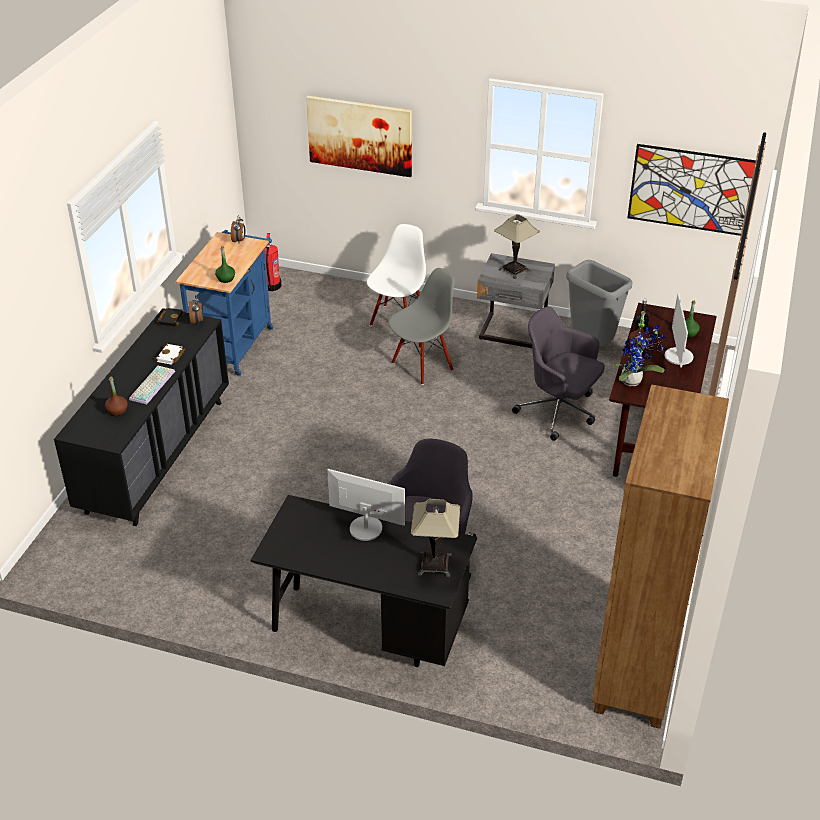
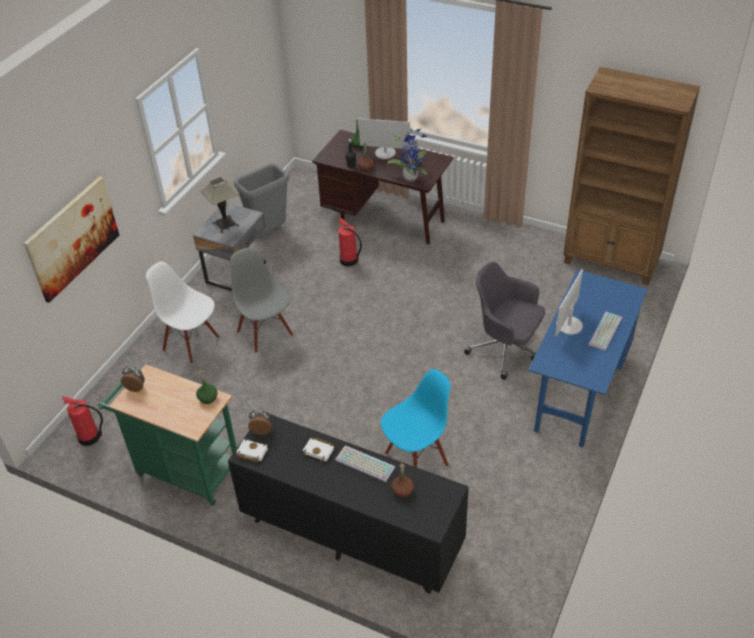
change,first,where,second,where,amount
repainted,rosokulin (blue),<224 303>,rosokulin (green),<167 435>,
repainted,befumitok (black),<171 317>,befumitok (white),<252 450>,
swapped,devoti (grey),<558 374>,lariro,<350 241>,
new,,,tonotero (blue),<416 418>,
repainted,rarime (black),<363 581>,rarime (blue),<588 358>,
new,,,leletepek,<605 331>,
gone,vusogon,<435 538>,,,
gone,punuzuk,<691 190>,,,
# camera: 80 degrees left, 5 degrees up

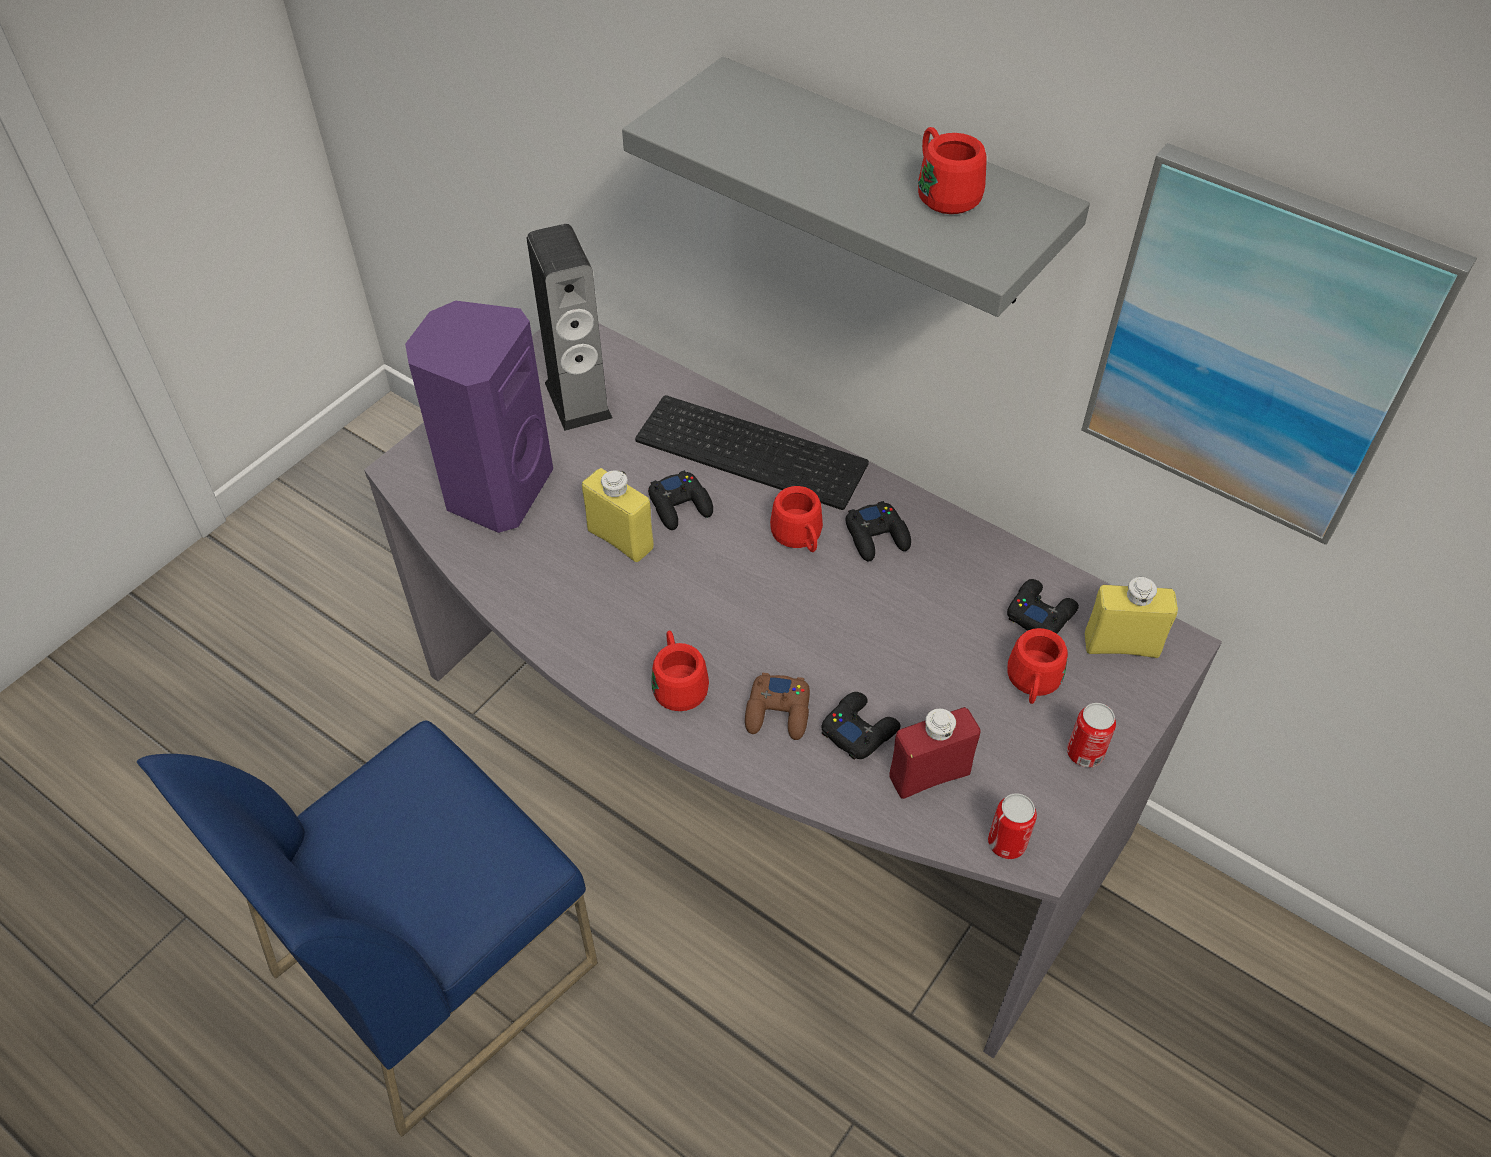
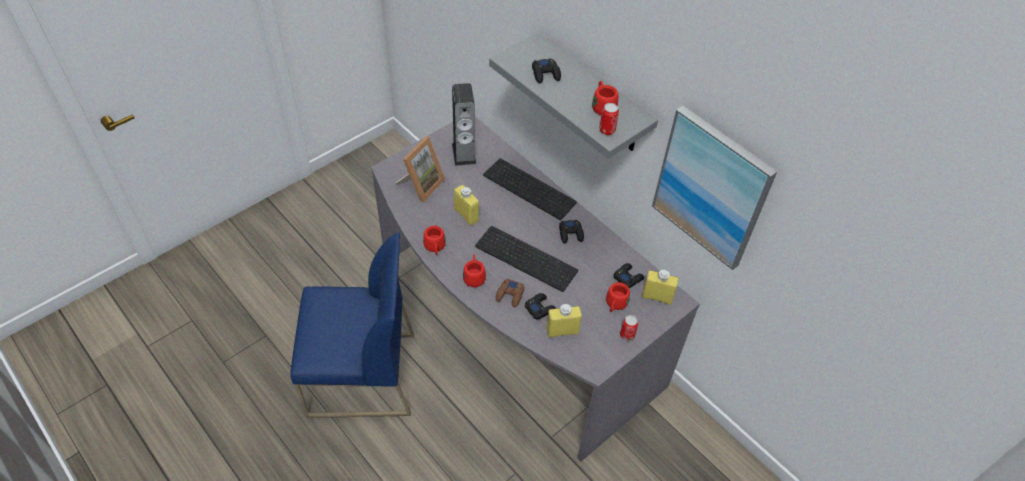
change,first,where,second,where,amount
rotated,tonotero (blue),<367 929>,,<352 325>,150 degrees counterclockwise
swapped,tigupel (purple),<479 417>,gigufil,<420 169>,
shifted,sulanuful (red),<796 519>,,<434 240>,
new,,,leletepek,<526 259>,
shifted,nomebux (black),<680 500>,,<546 70>,
repainted,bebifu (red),<935 753>,bebifu (yellow),<564 321>,
shifted,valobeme,<1012 826>,,<609 119>,
# camera: 10 degrees right, 0 degrees up

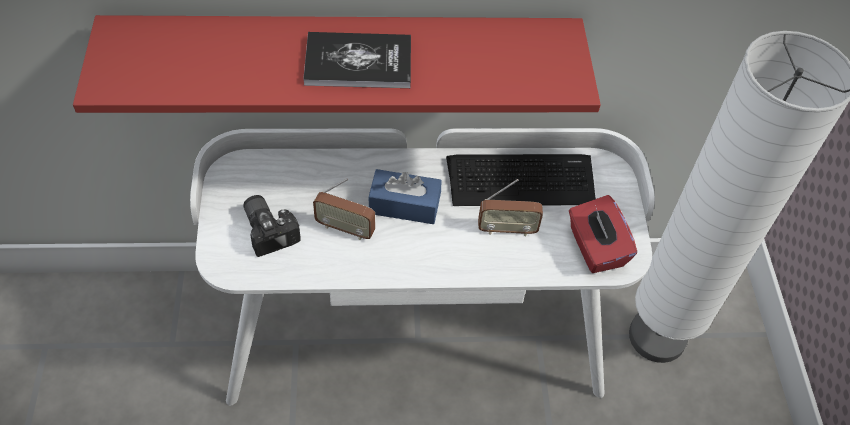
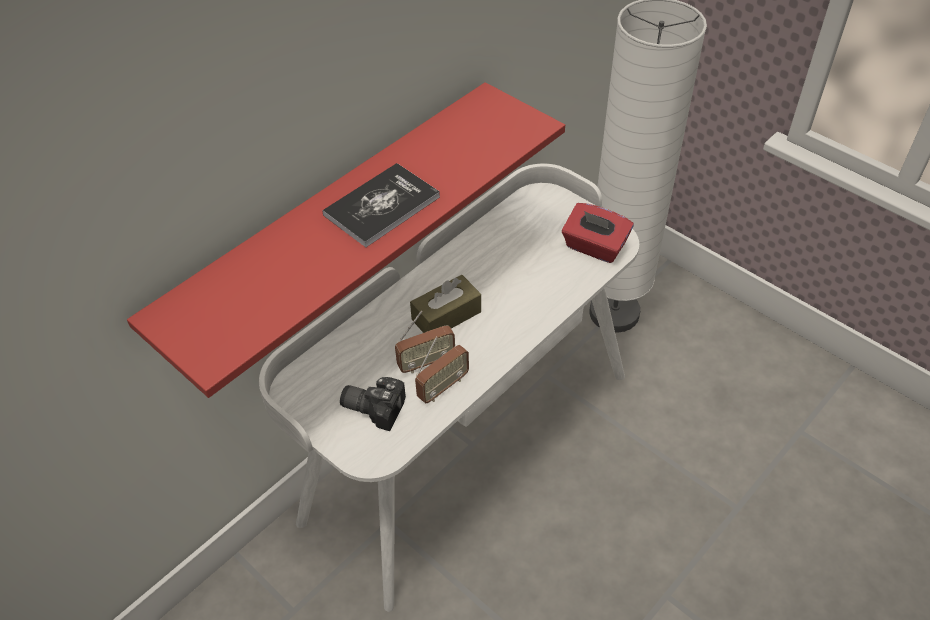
change,first,where,second,where,amount
repainted,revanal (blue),<405 196>,revanal (brown),<445 304>,
shifted,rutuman,<510 207>,,<442 370>,
gone,leletepek,<521 180>,,,
# camera: 40 degrees left, 5 degrees down

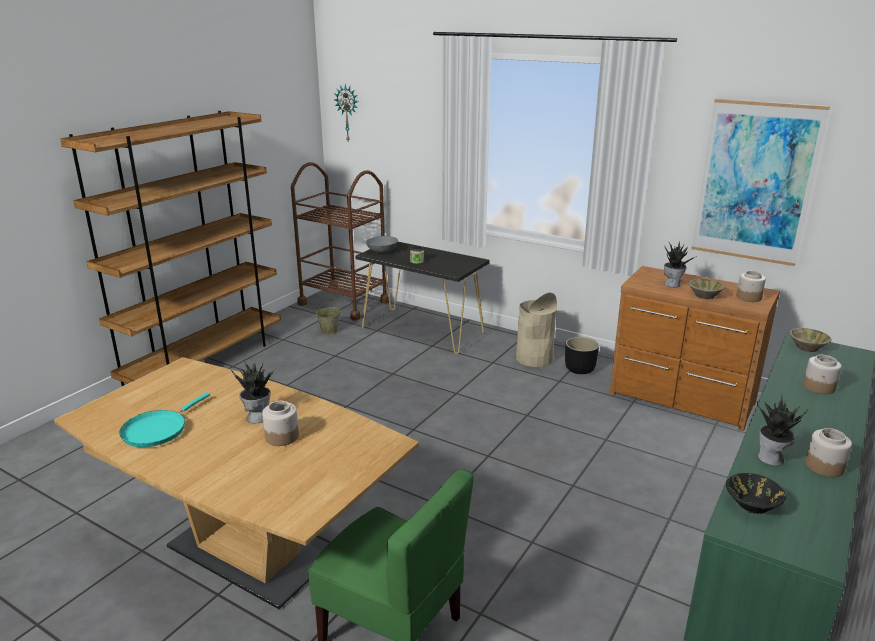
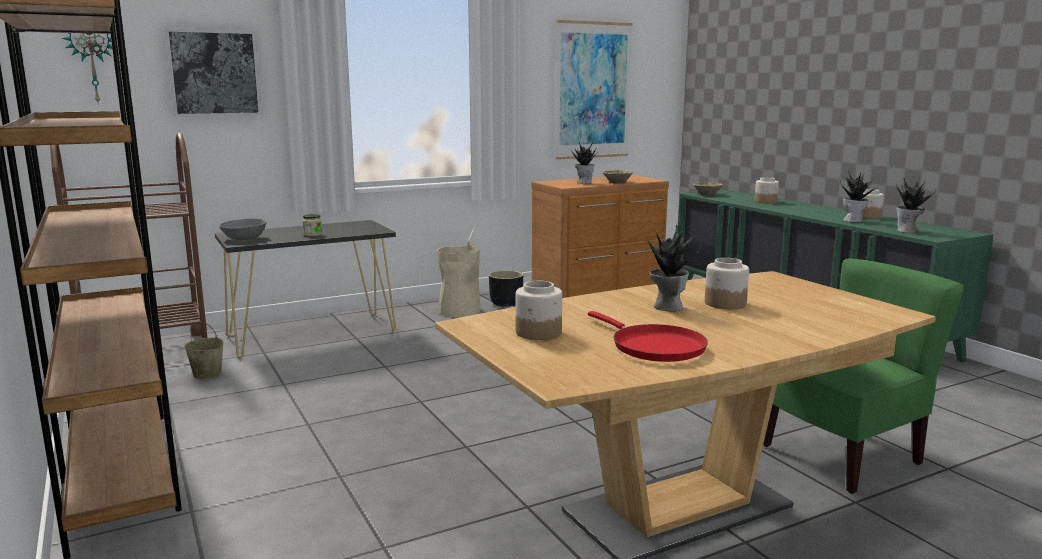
change,first,where,second,where,amount
new,,,punuzuk,<213 72>,
shifted,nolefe,<751 286>,,<539 310>,
repainted,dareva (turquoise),<164 419>,dareva (red),<648 336>,
swapped,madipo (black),<756 493>,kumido,<916 205>,
# camera: 60 degrees left, 10 degrees down

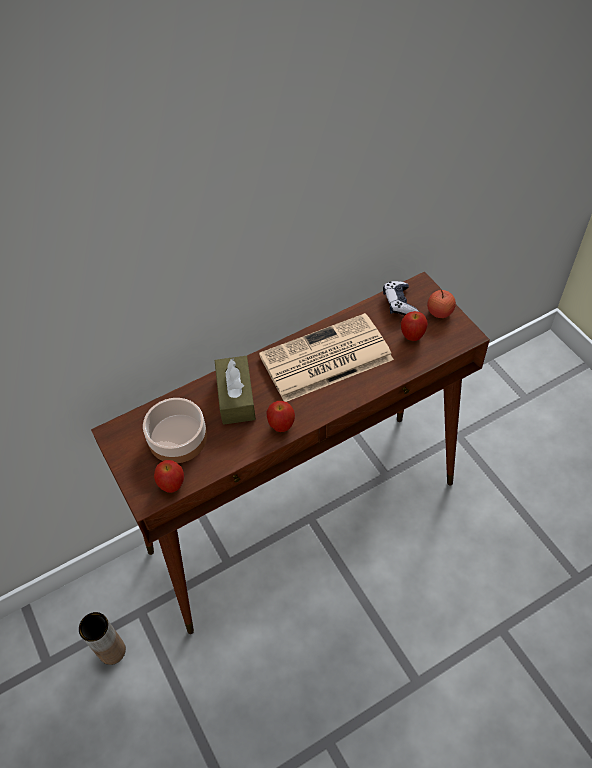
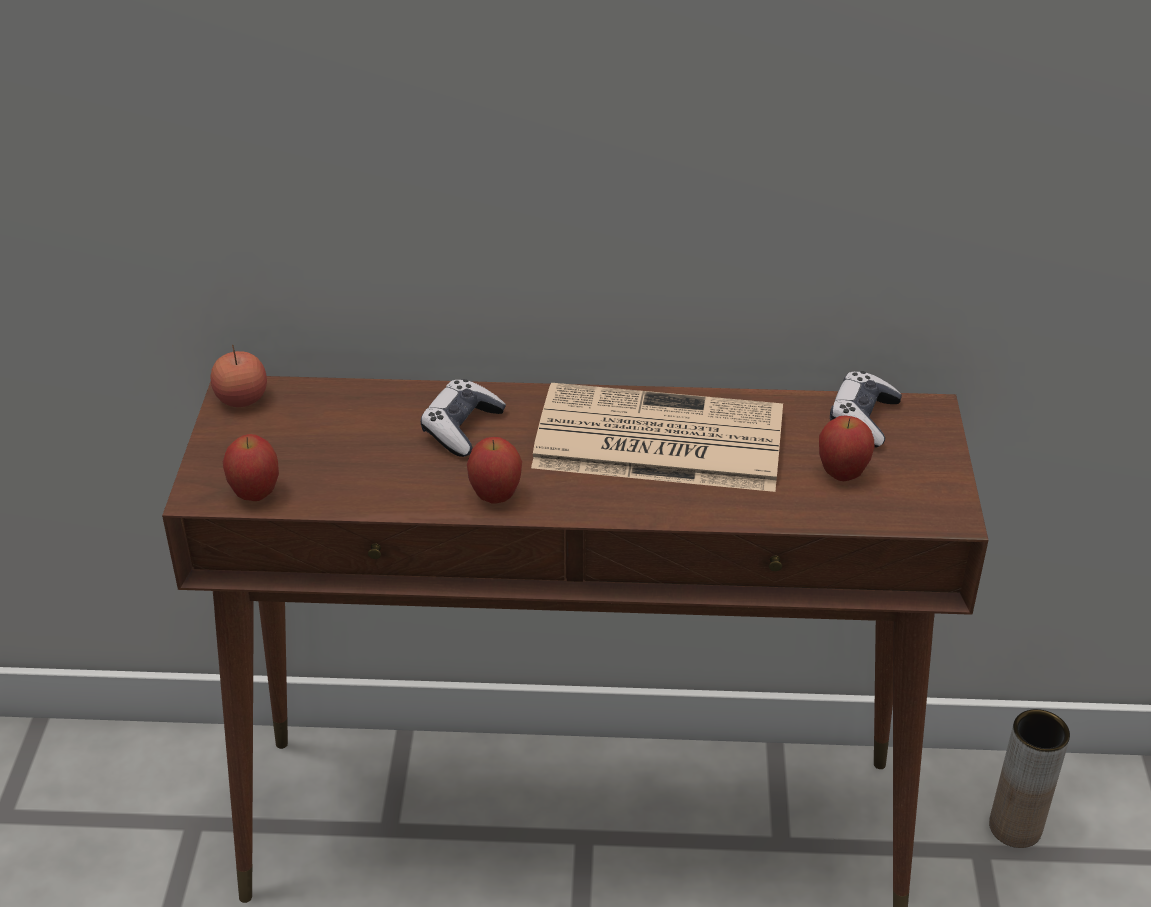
change,first,where,second,where,amount
shifted,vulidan,<441 304>,,<238 376>,
swapped,revanal (brown),<235 390>,nomebux,<463 418>,
shifted,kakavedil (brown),<102 638>,,<1029 778>,
gone,madipo,<175 430>,,,
# camera: 30 degrees right, 15 degrees down

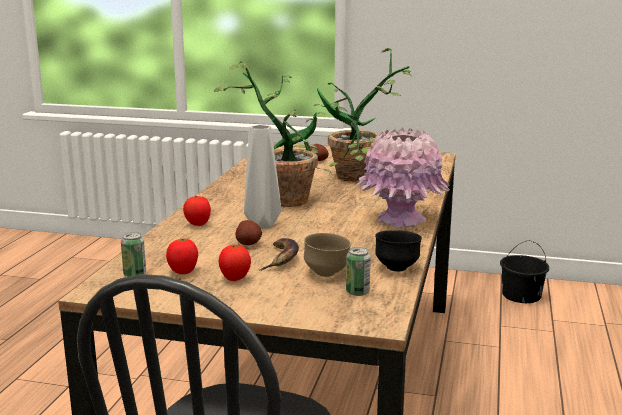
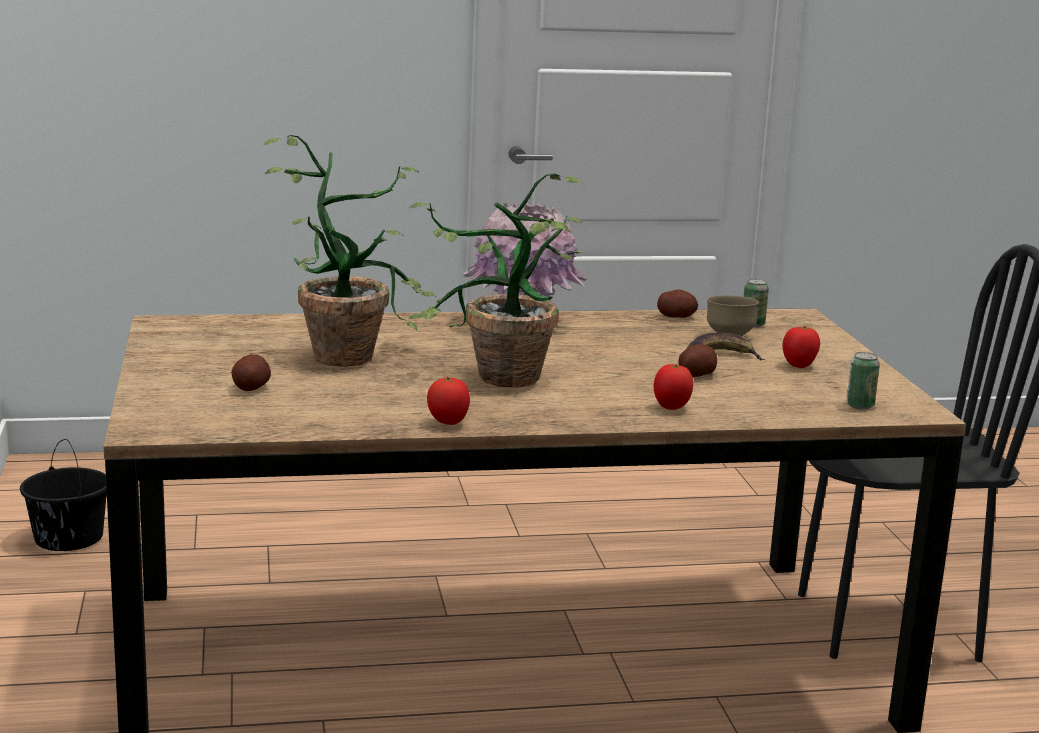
change,first,where,second,where,amount
shifted,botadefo,<182 256>,,<448 400>,
swapped,madipo (black),<398 250>,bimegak,<677 303>,
gone,kakavedil (grey),<262 177>,,,
# camera: 115 degrees left, 0 degrees up

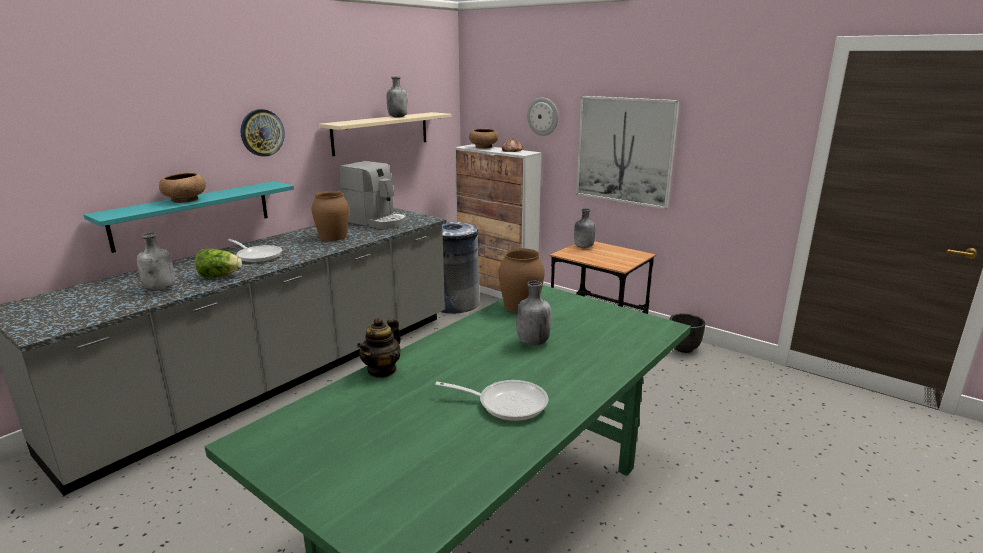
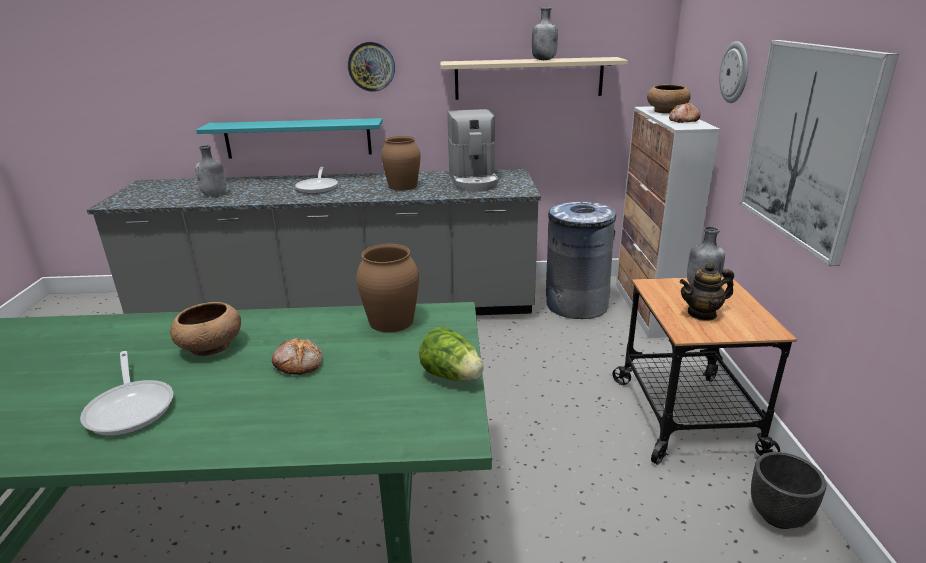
change,first,where,second,where,amount
shifted,madipo (brown),<182 188>,,<205 329>,
swapped,bebifu (grey),<533 313>,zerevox,<297 356>,
shifted,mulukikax,<218 263>,,<451 354>,
shifted,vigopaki,<379 347>,,<706 292>,
# camera: 50 degrees right, 5 degrees up

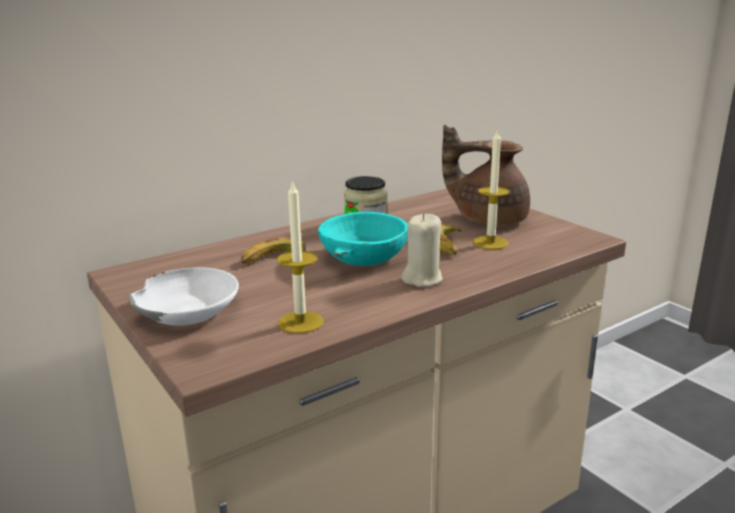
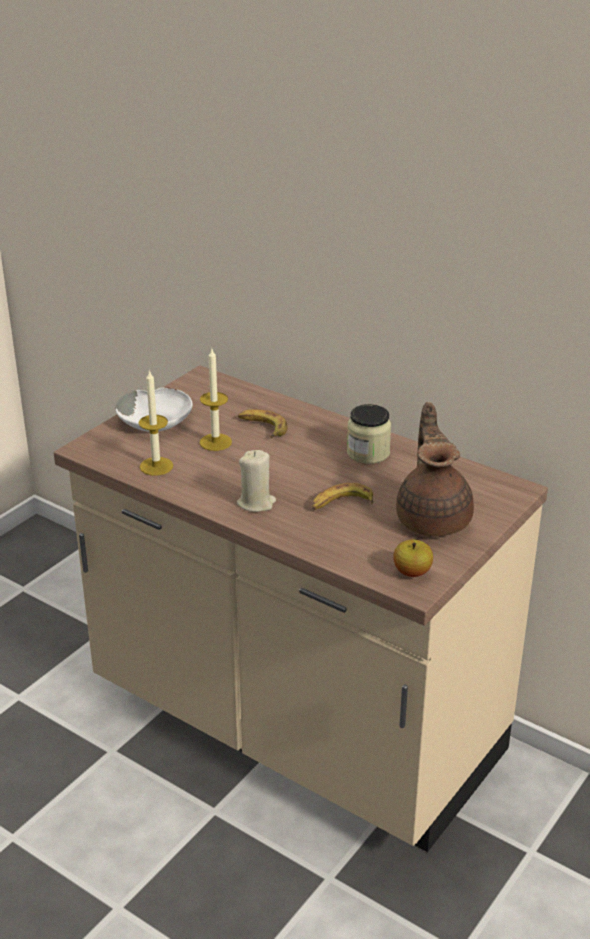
change,first,where,second,where,amount
shifted,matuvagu,<491 188>,,<215 400>,
new,,,vulidan,<413 558>,
gone,madipo (turquoise),<363 239>,,,
# camera: 70 degrees right, 10 degrees up

